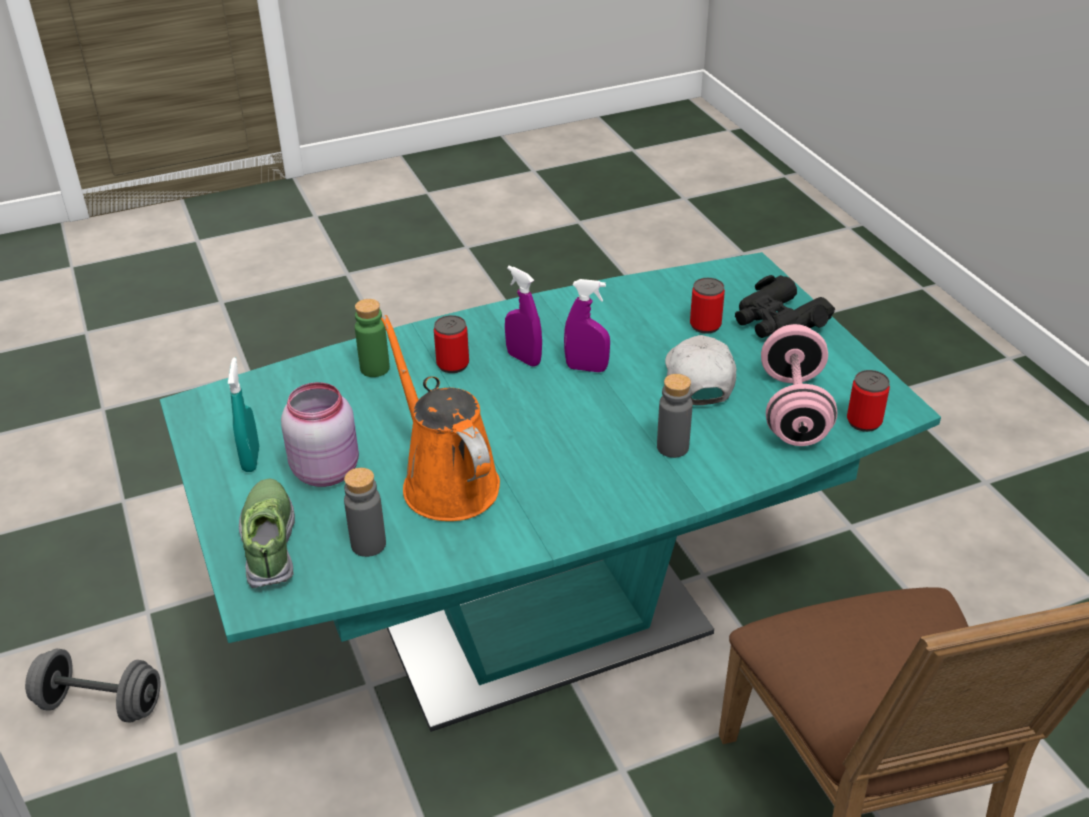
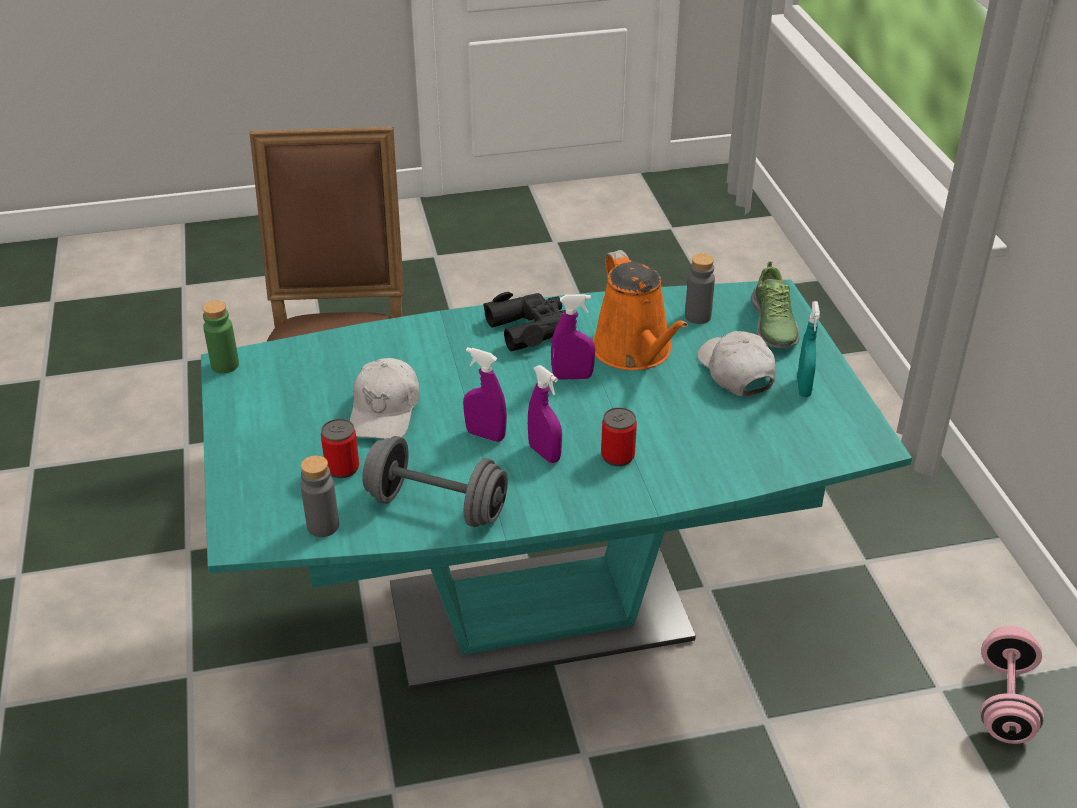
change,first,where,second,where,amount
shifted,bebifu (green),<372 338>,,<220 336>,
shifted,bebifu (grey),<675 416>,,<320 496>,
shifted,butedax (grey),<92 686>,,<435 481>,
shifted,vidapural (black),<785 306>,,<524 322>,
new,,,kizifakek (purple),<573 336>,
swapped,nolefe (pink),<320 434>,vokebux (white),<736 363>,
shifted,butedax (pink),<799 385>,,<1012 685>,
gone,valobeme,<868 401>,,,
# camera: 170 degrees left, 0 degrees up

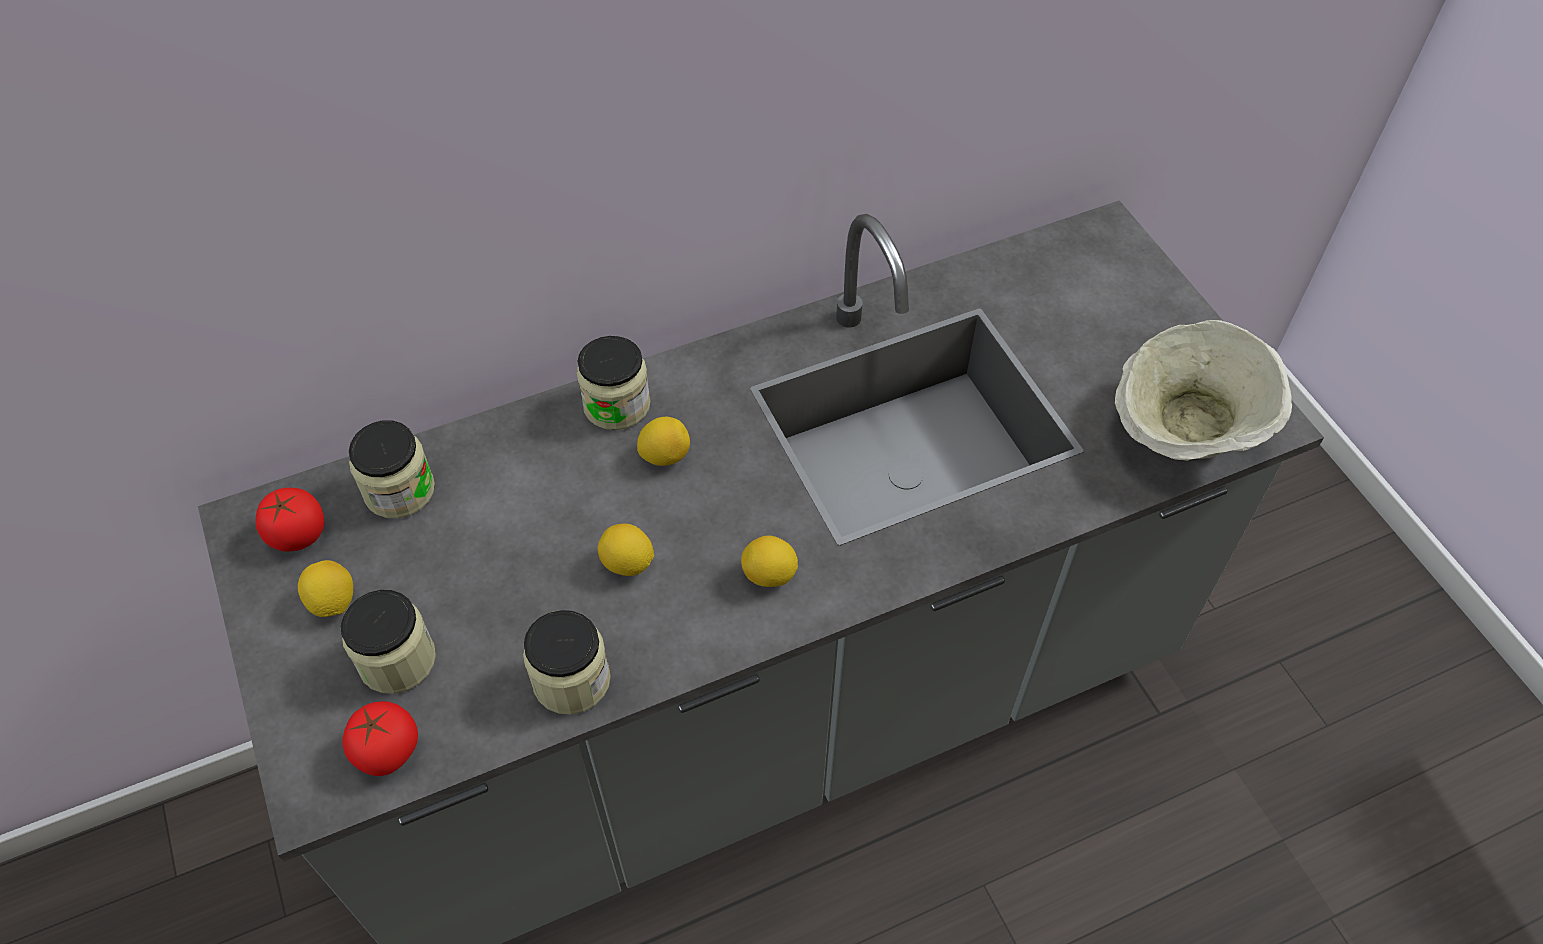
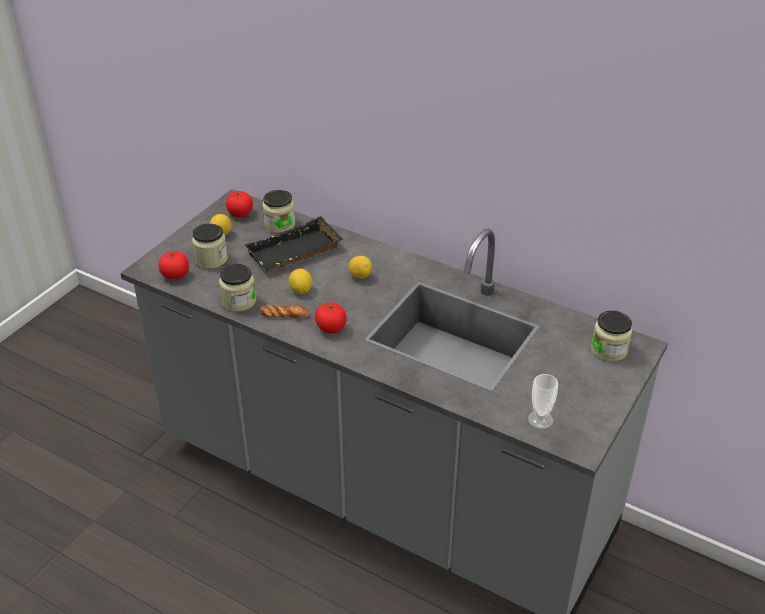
change,first,where,second,where,amount
new,,,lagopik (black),<293 243>,
new,,,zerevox,<284 311>,
swapped,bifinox,<769 561>,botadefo,<331 318>,
swapped,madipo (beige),<1203 390>,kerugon,<543 401>,
shifted,nolefe,<613 383>,,<611 336>,
# camera: 55 degrees right, 15 degrees down

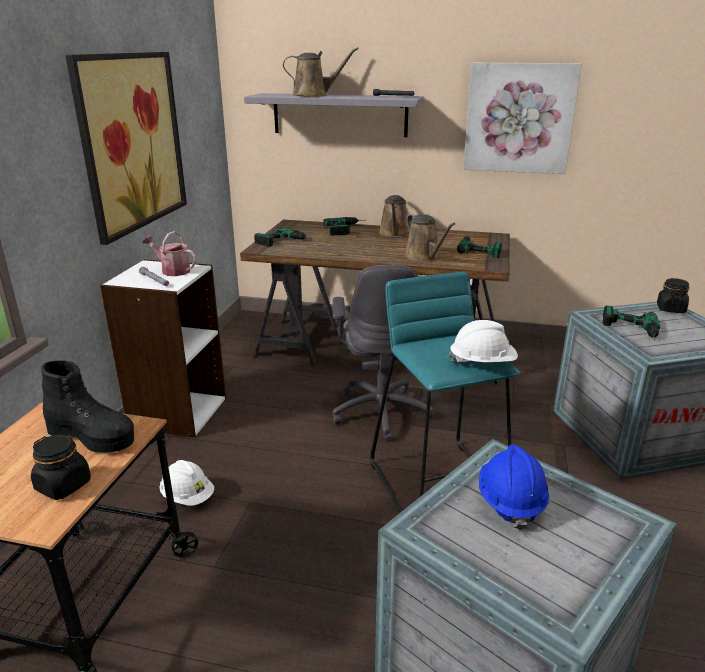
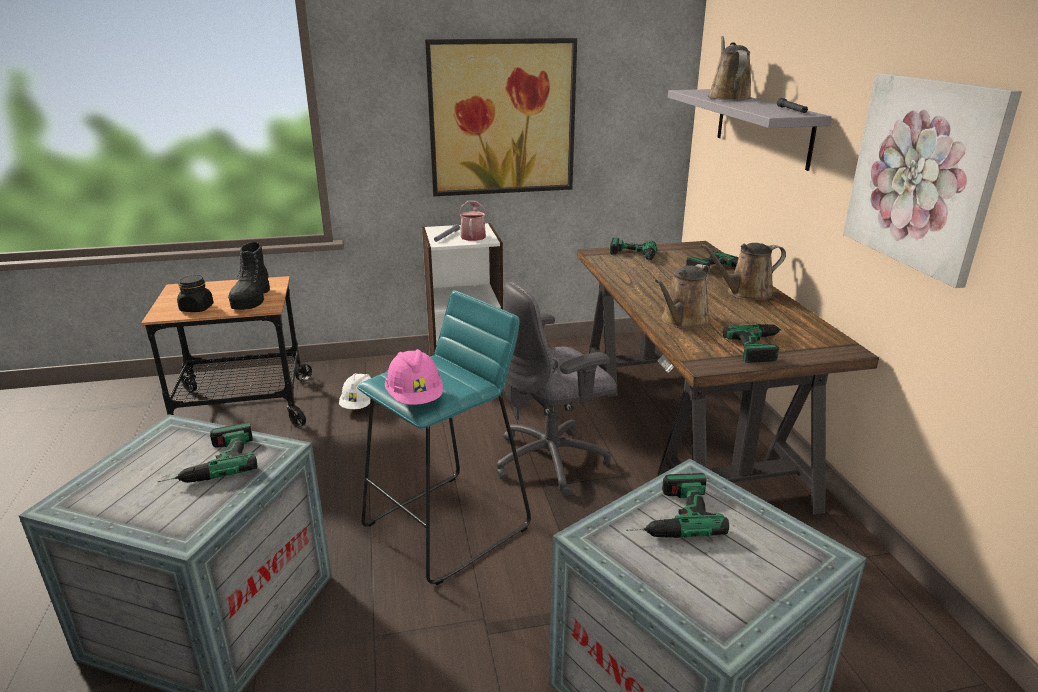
change,first,where,second,where,amount
swapped,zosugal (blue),<514 487>,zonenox,<207 452>,
repainted,zosugal (white),<483 341>,zosugal (pink),<414 377>,
rotated,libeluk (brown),<321 72>,,<729 68>,150 degrees counterclockwise
gone,nolefe (black),<673 295>,,,
# camera: 65 degrees right, 0 degrees up

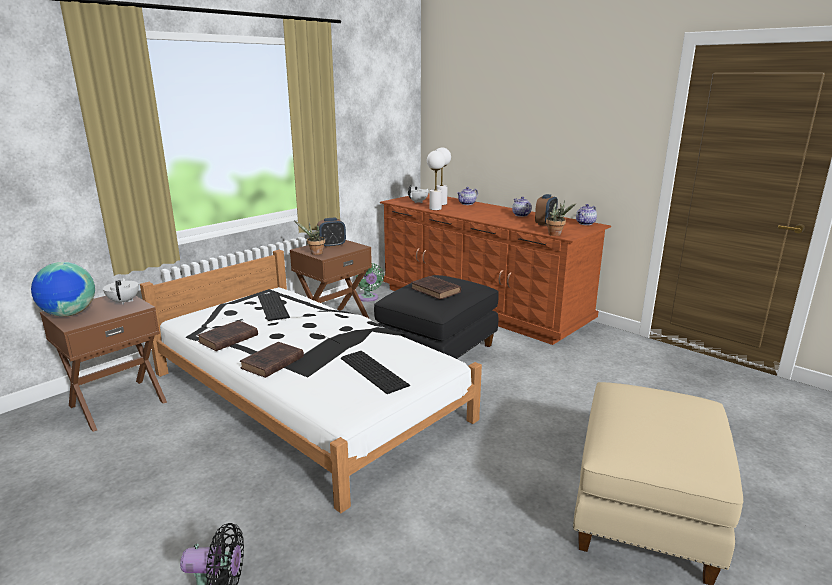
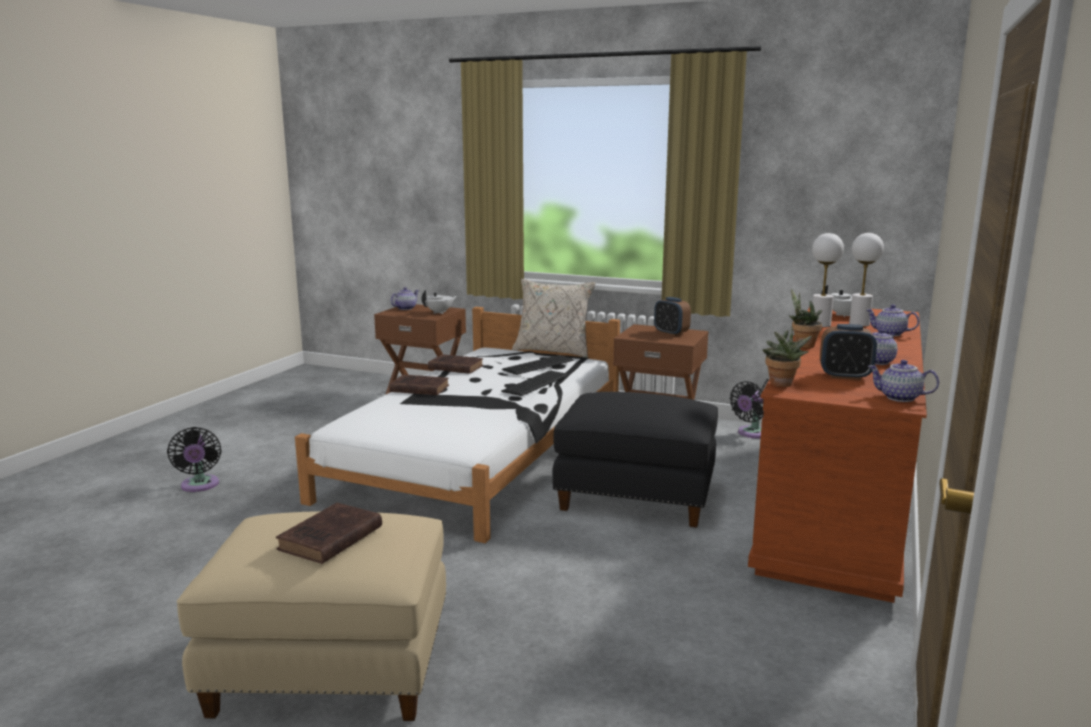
change,first,where,second,where,amount
shifted,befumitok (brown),<436 288>,,<329 533>,
swapped,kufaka,<63 289>,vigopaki,<405 298>,
shifted,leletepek,<375 372>,,<534 383>,
new,,,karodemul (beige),<553 318>,
repainted,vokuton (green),<370 282>,vokuton (black),<747 409>,
shifted,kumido,<310 238>,,<805 318>,
# camera: 70 degrees right, 5 degrees down

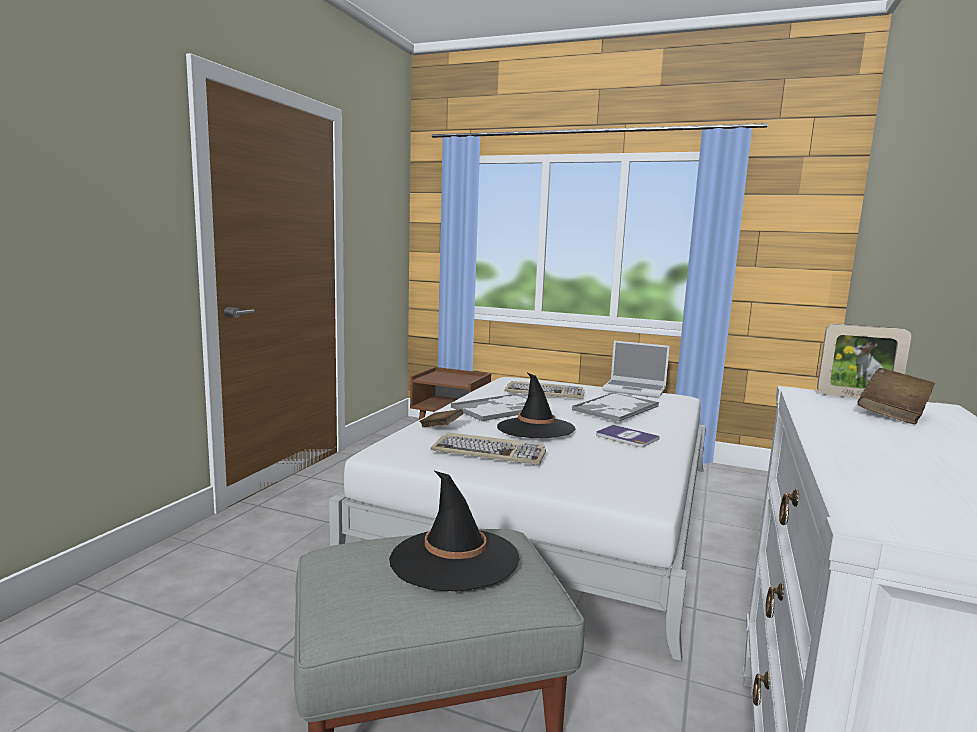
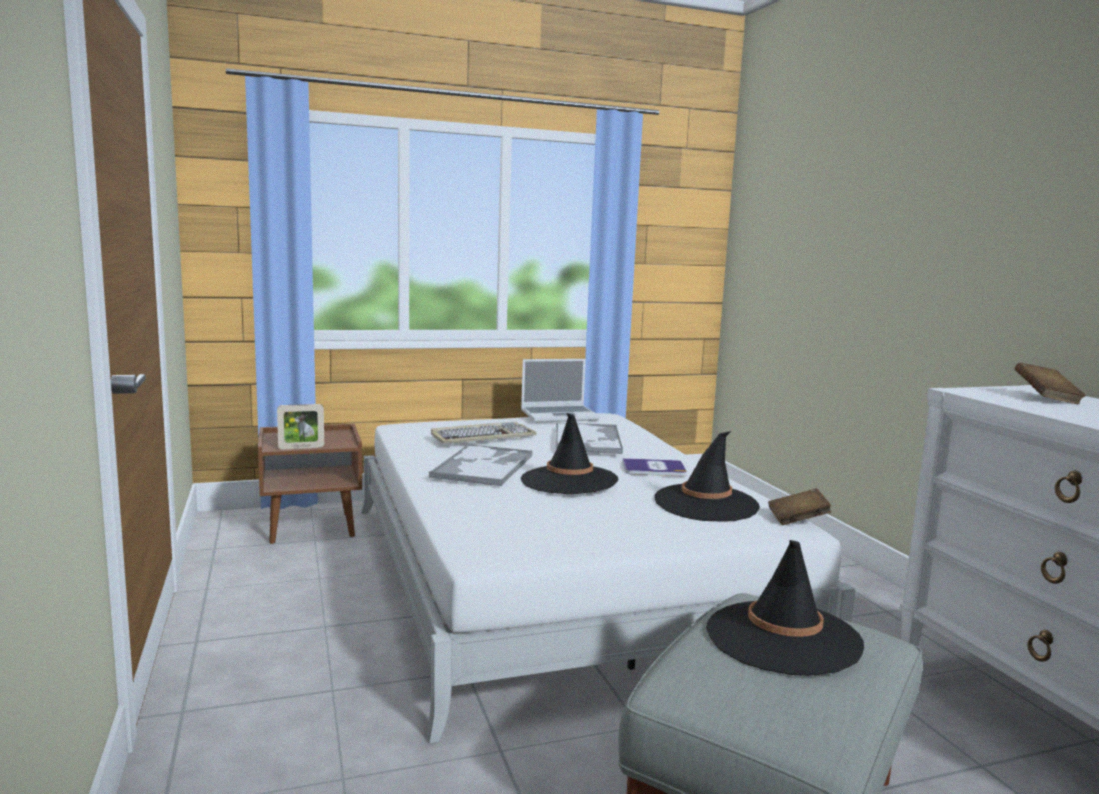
change,first,where,second,where,amount
shifted,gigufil,<864 361>,,<300 426>,
new,,,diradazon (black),<707 476>,
shifted,befumitok (brown),<441 418>,,<800 506>,
gone,leletepek,<488 449>,,,
# camera: 40 degrees left, 0 degrees up

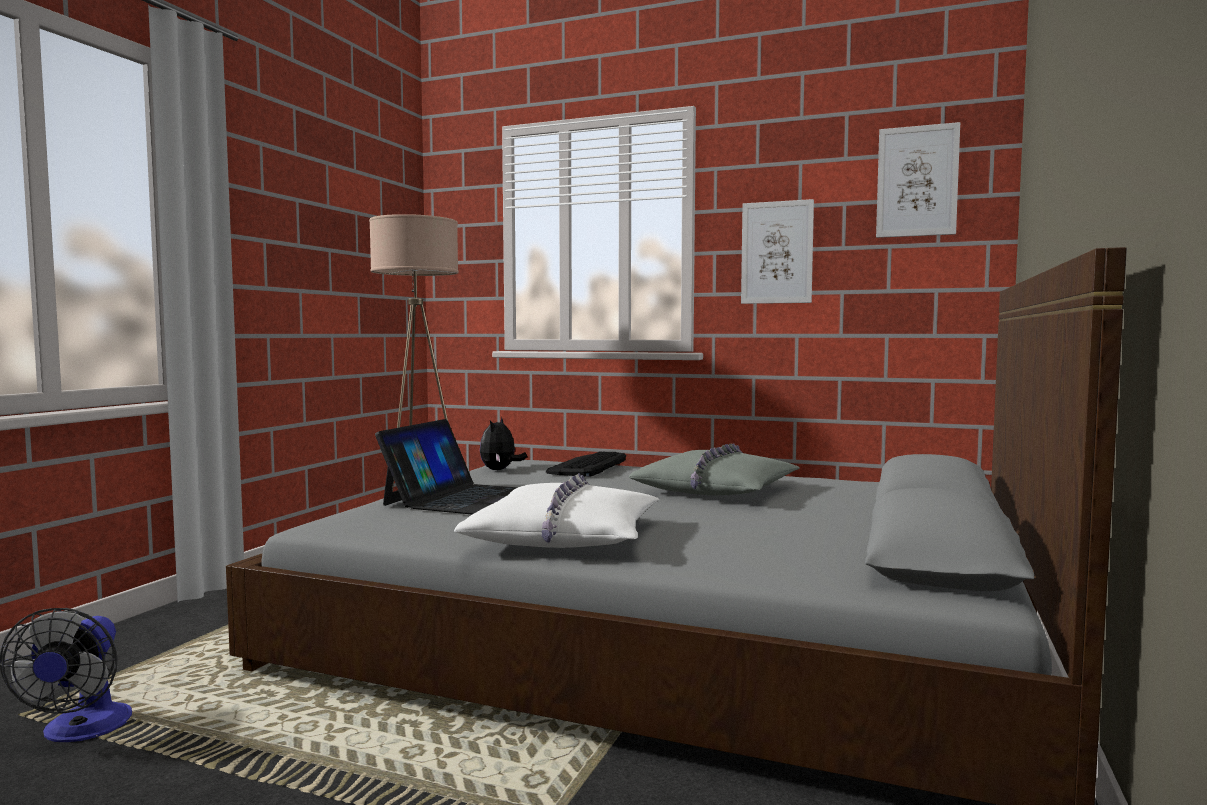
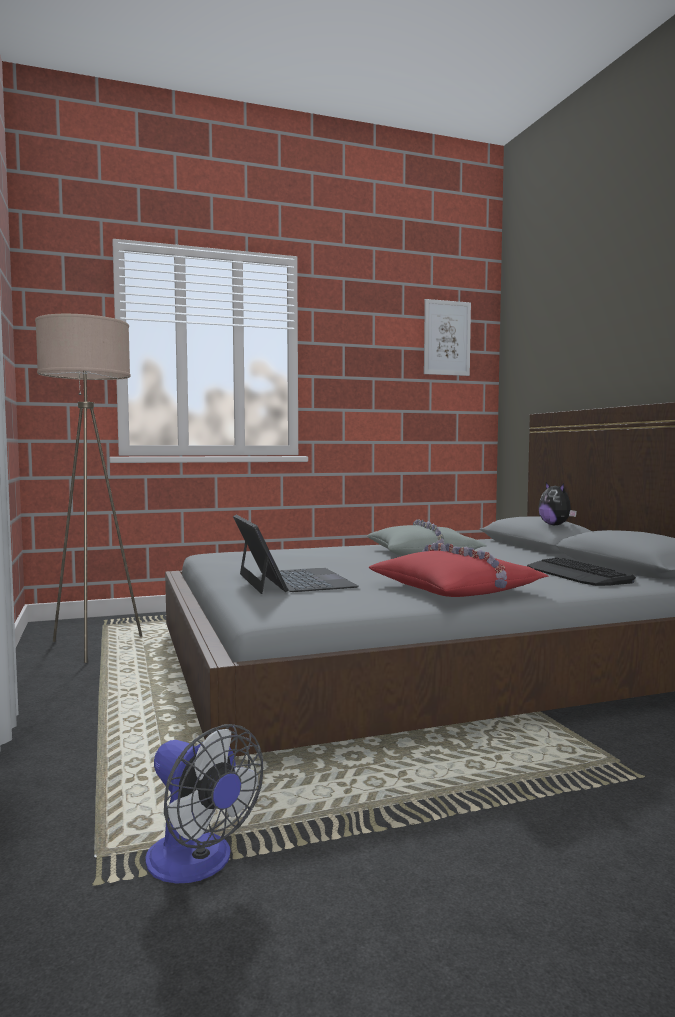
change,first,where,second,where,amount
repainted,karodemul (white),<557 510>,karodemul (red),<459 570>,
shifted,leletepek,<586 464>,,<581 572>,
shifted,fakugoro,<503 443>,,<557 504>,
gone,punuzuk,<777 251>,,,
# camera: 40 degrees left, 0 degrees up

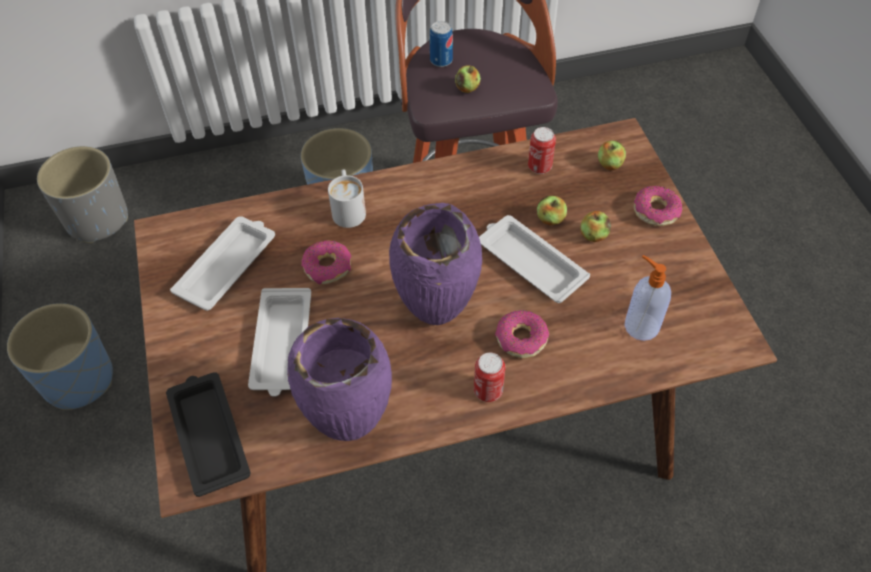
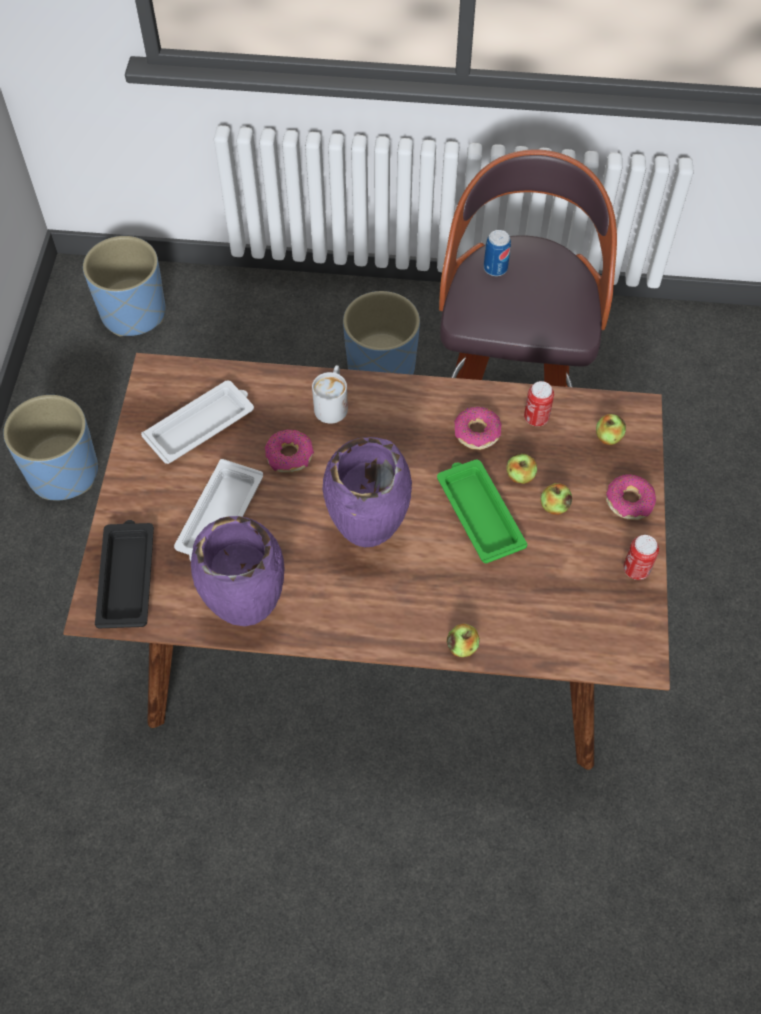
change,first,where,second,where,amount
repainted,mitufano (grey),<82 194>,mitufano (blue),<124 286>,
repainted,lagopik (white),<534 259>,lagopik (green),<482 511>,
shifted,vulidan,<468 79>,,<463 640>,
shifted,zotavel,<522 334>,,<478 428>,
shifted,valobeme,<489 377>,,<641 557>,
gone,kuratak,<648 298>,,,
# camera: 20 degrees right, 5 degrees up

